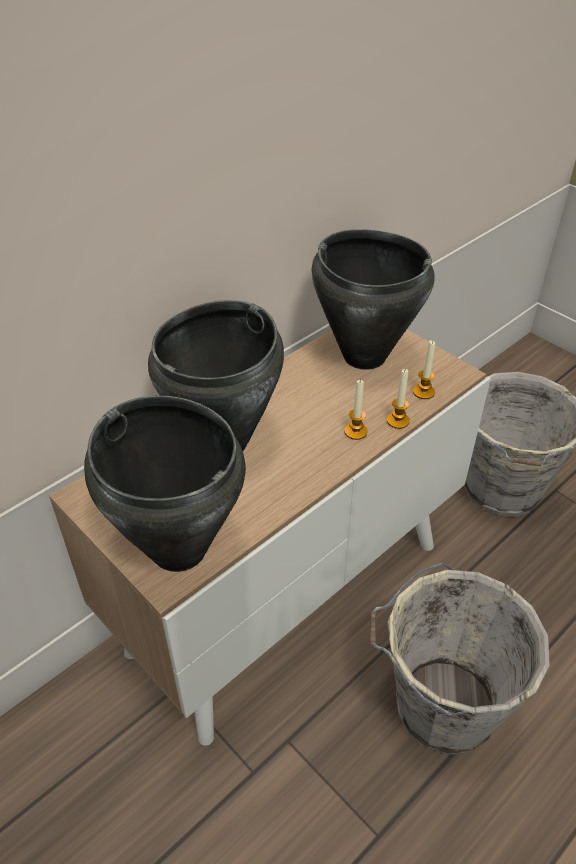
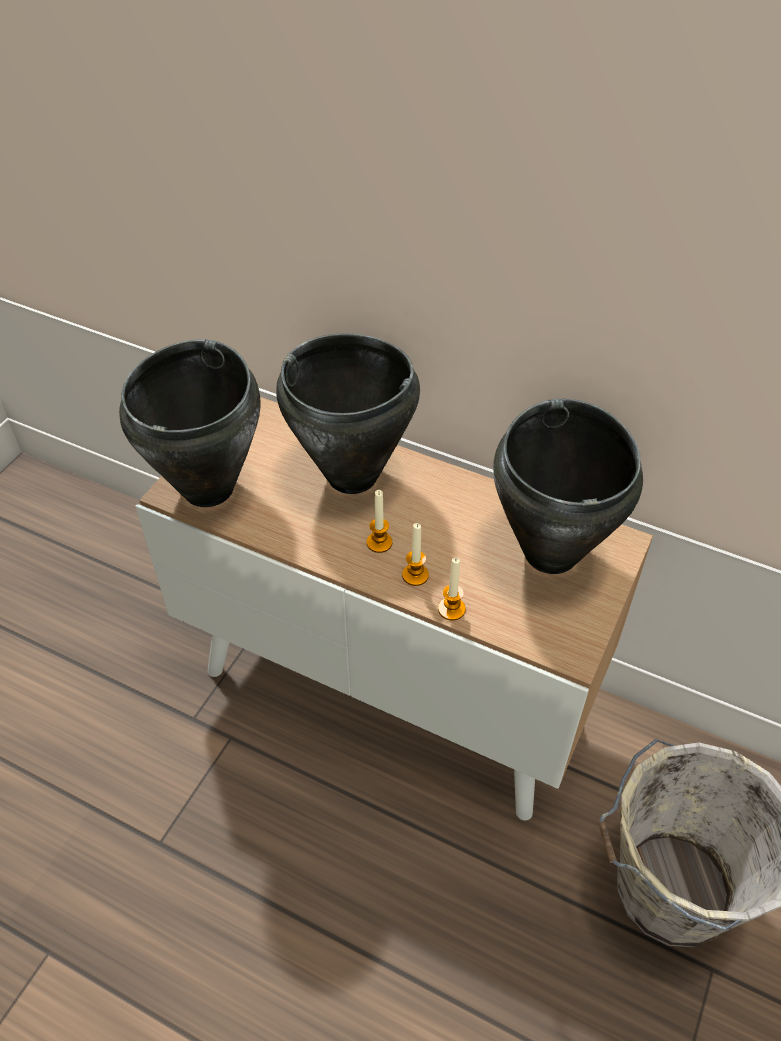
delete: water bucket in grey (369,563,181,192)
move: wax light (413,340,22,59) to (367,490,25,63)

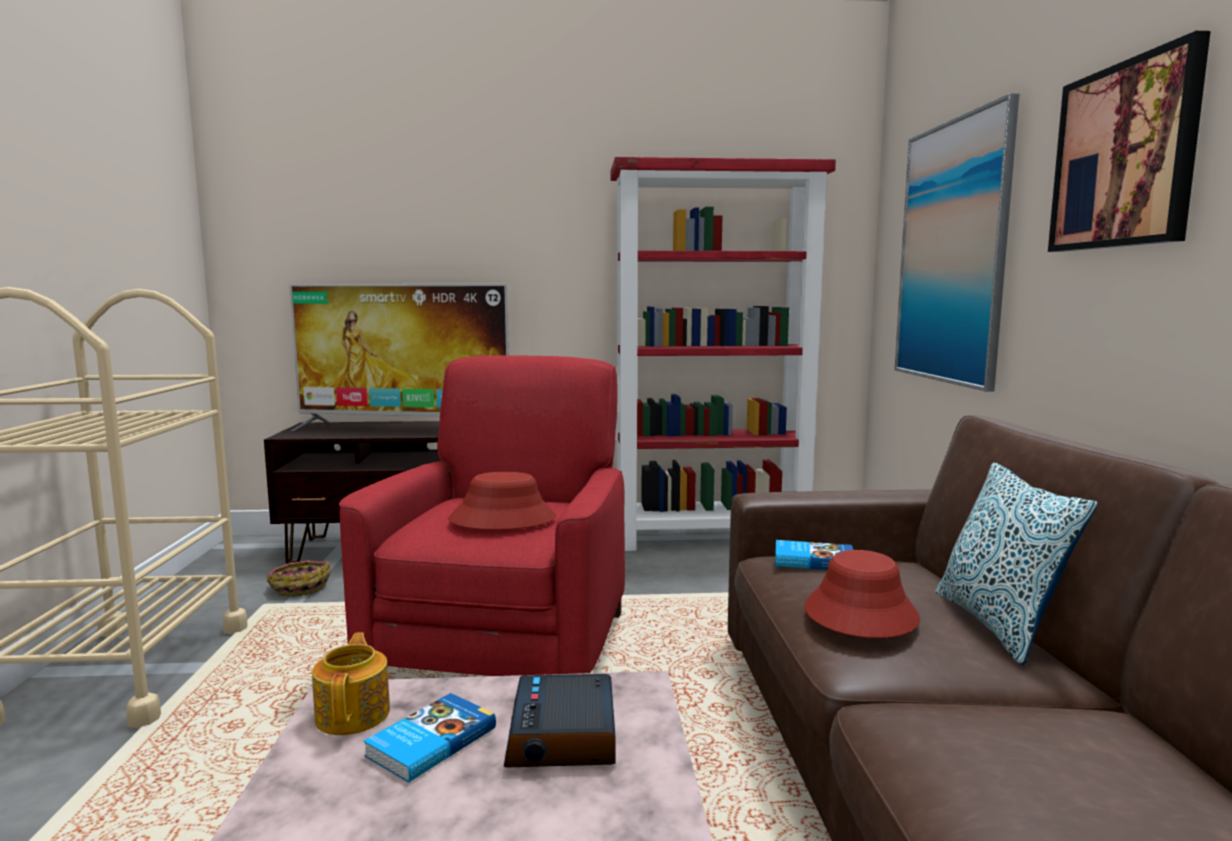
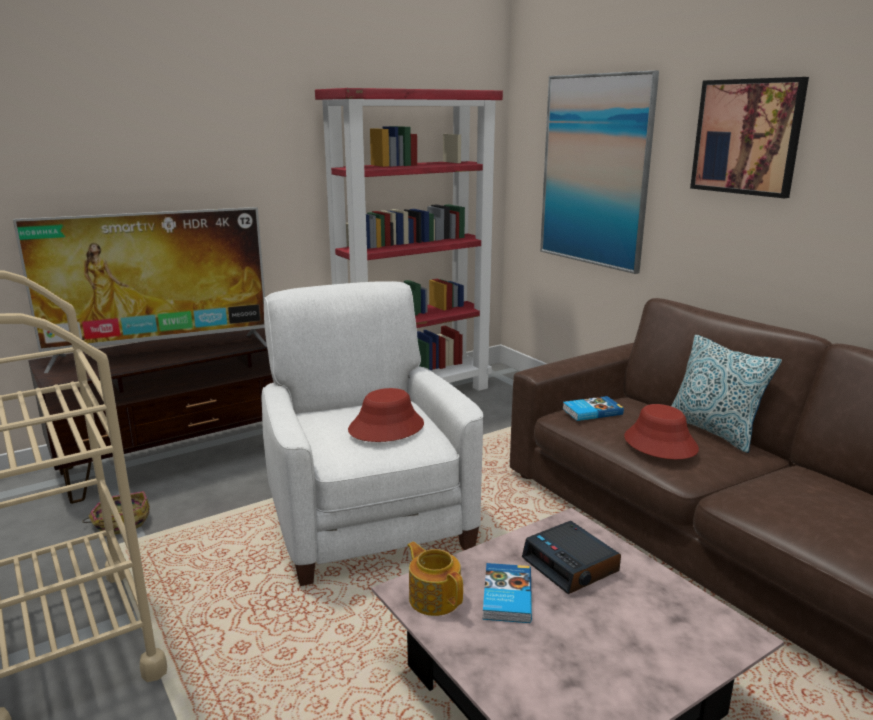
recolor: armchair in red-coloured (339,355,286,321) to armchair in white (262,281,221,305)

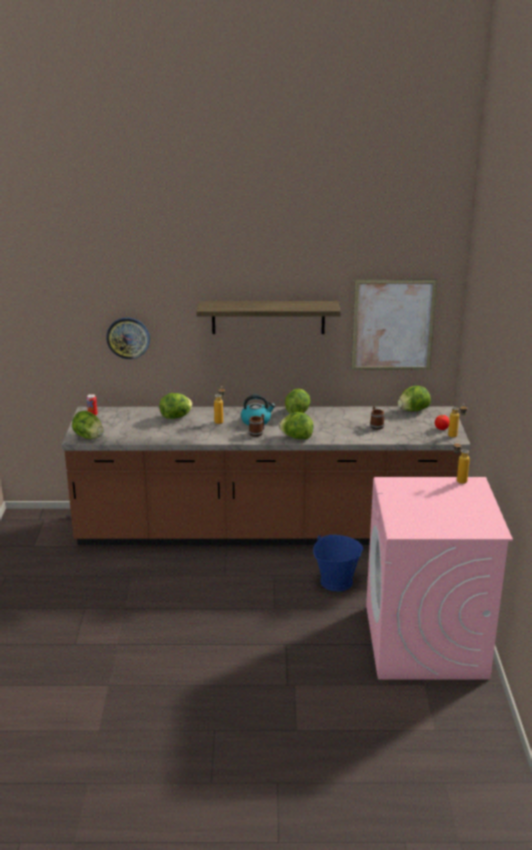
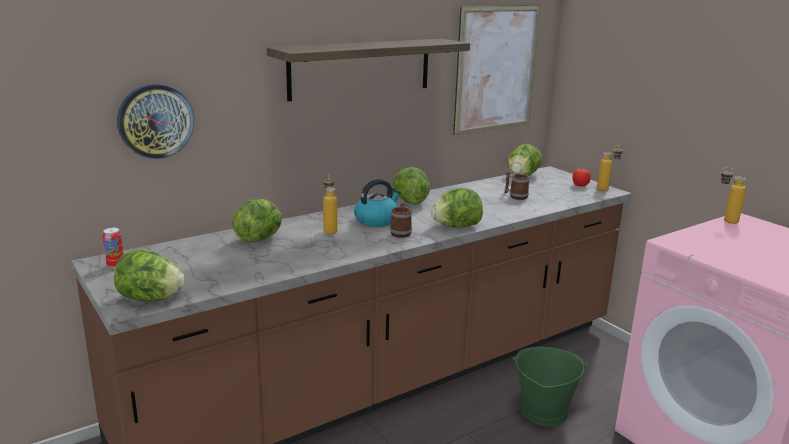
recolor: water bucket in blue (313,535,50,56) to water bucket in green-coloured (512,347,76,80)

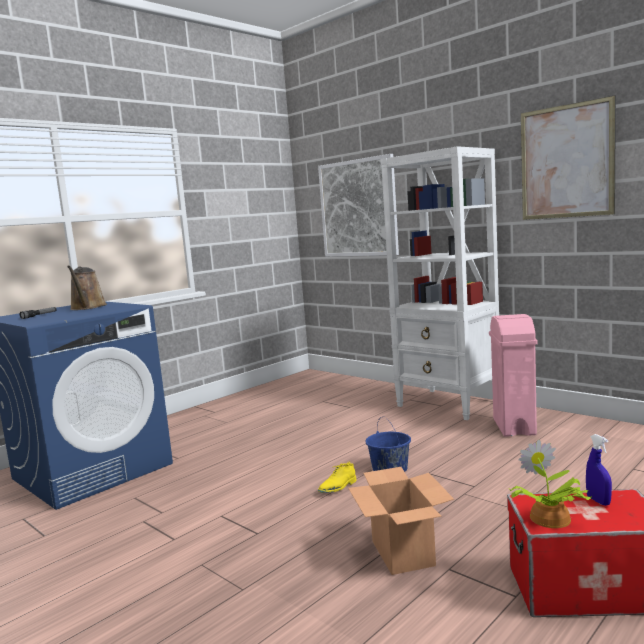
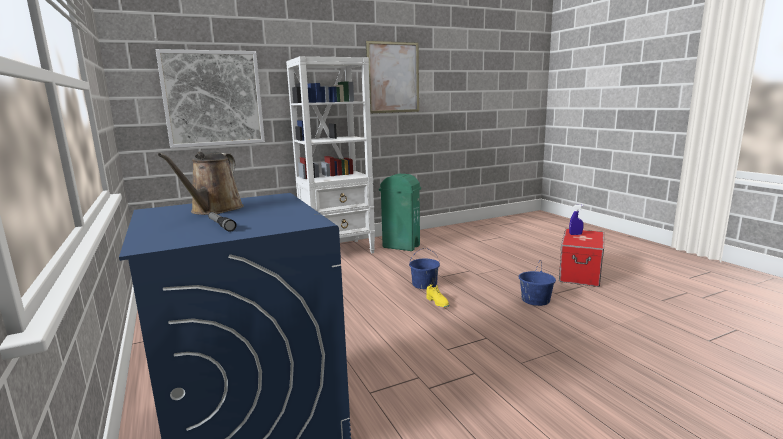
delete: potted plant (509,440,83,88)
replace: carton (348,467,106,108) to water bucket in blue (519,261,37,45)
recolor: trash can in pink-coloured (489,314,49,122) to trash can in green-coloured (379,174,42,77)
rotate: watering pot in brown-coloured (67,266,40,44) = (158,151,86,64) 90 degrees clockwise

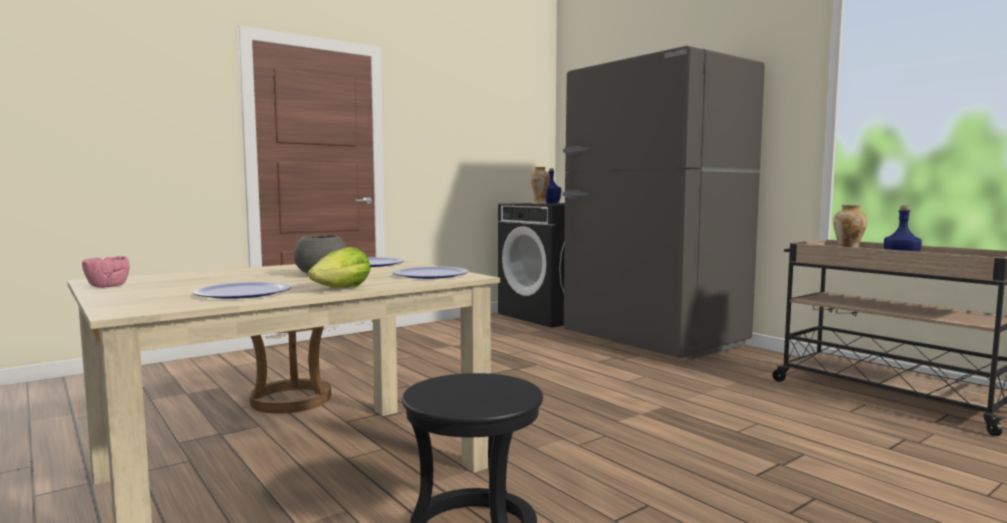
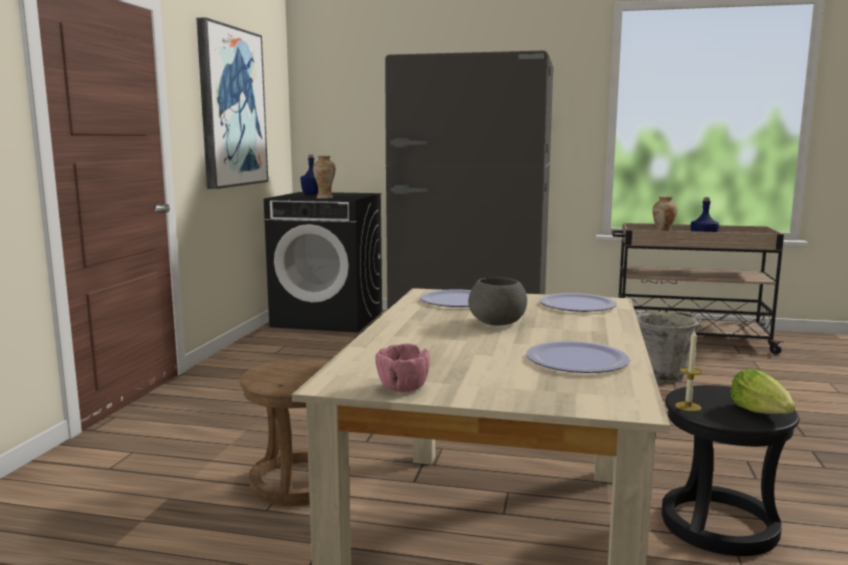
insert: wall picture (196,17,72,172); water bucket in grey (636,312,65,71); wax light (675,329,27,83)
move: lettuce (308,247,63,41) to (730,369,65,45)

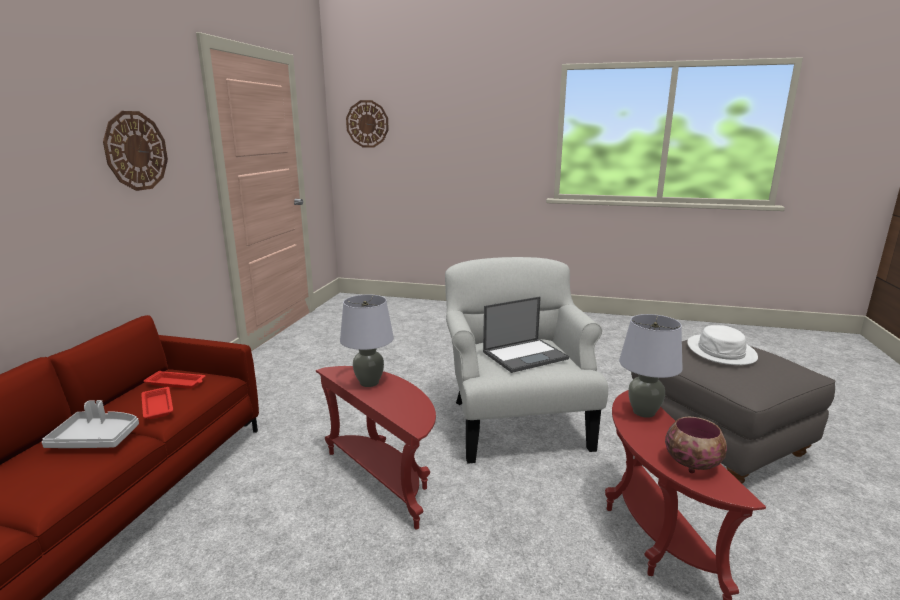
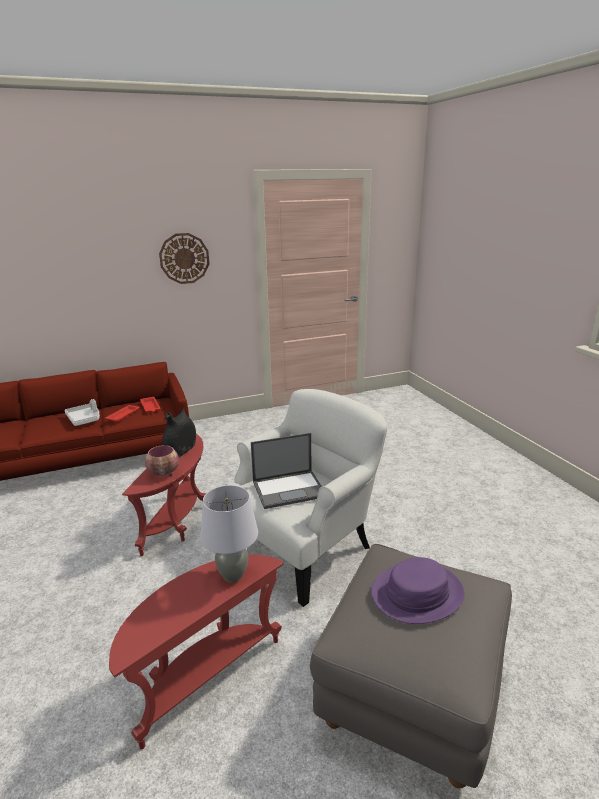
delete: clock on the wall (346,100,43,48)
move: bowl (665,417,62,56) to (145,445,34,31)
replace: lamp for a table in grey (340,294,54,93) to vase in black-coloured (162,407,34,50)
recolor: hat in white (687,325,71,40) to hat in purple-coloured (371,557,94,67)
rotate: laptop (483,296,86,77) = (251,433,71,76) 45 degrees counterclockwise

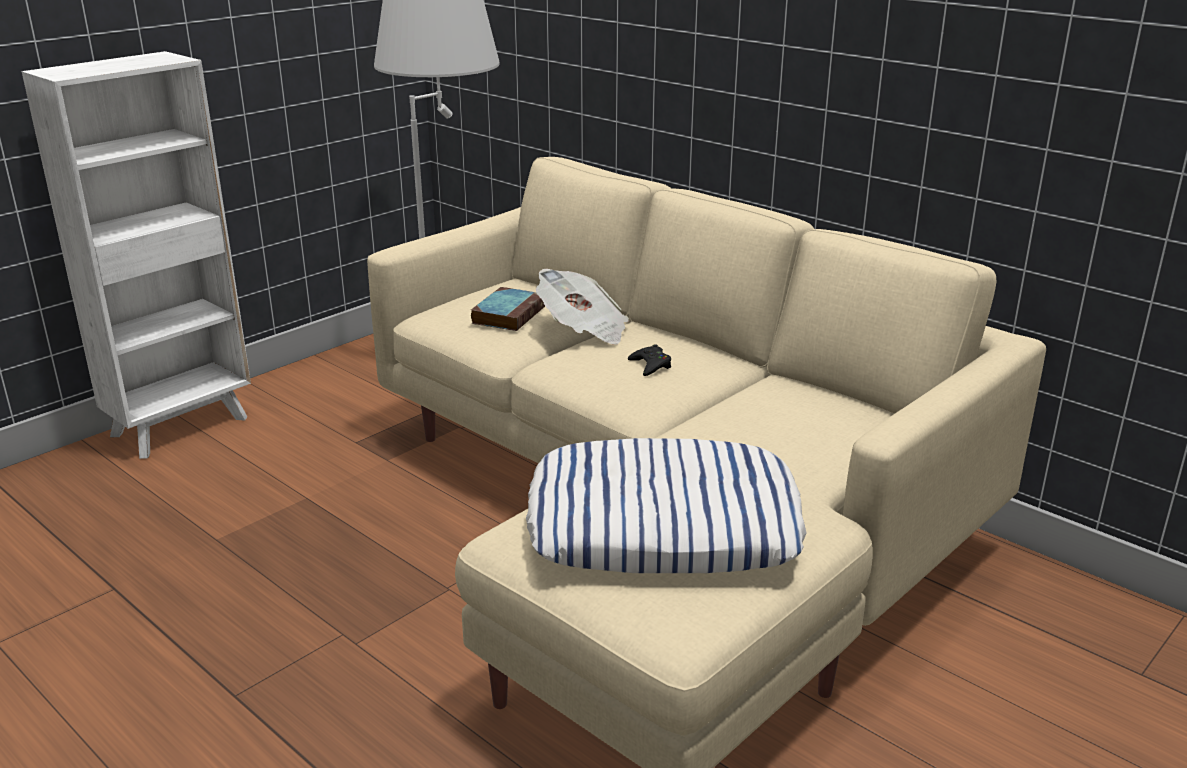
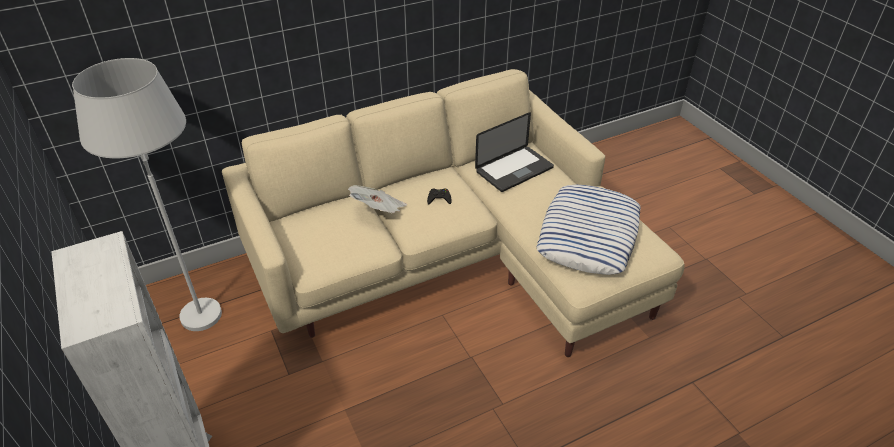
delete: book (471,287,74,44)
insert: laptop (475,112,79,80)

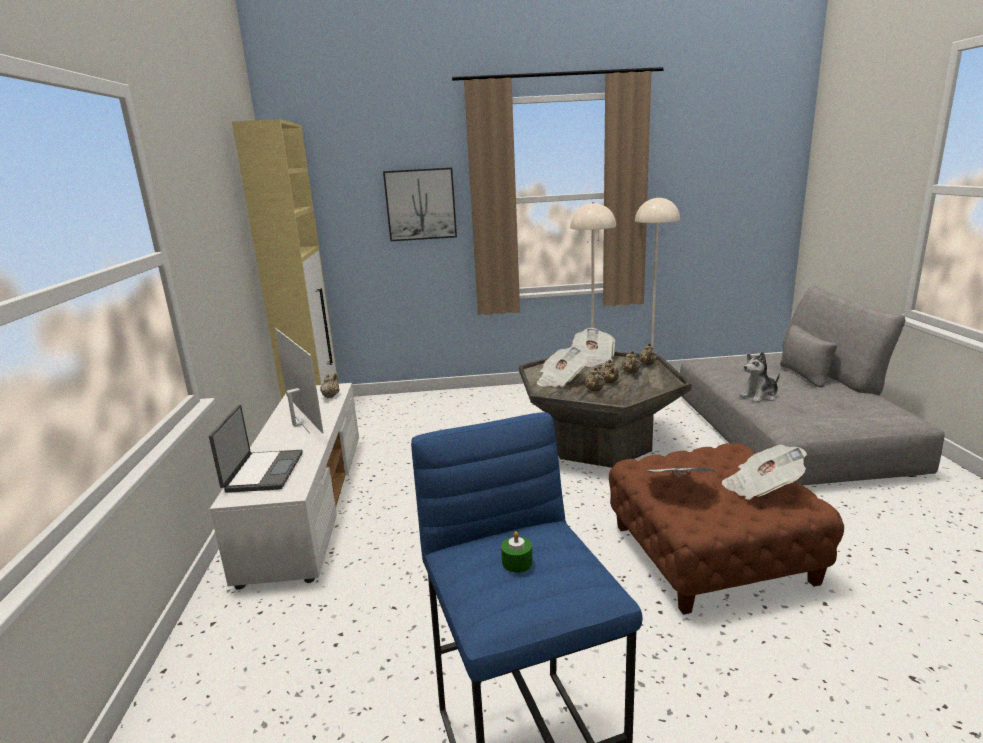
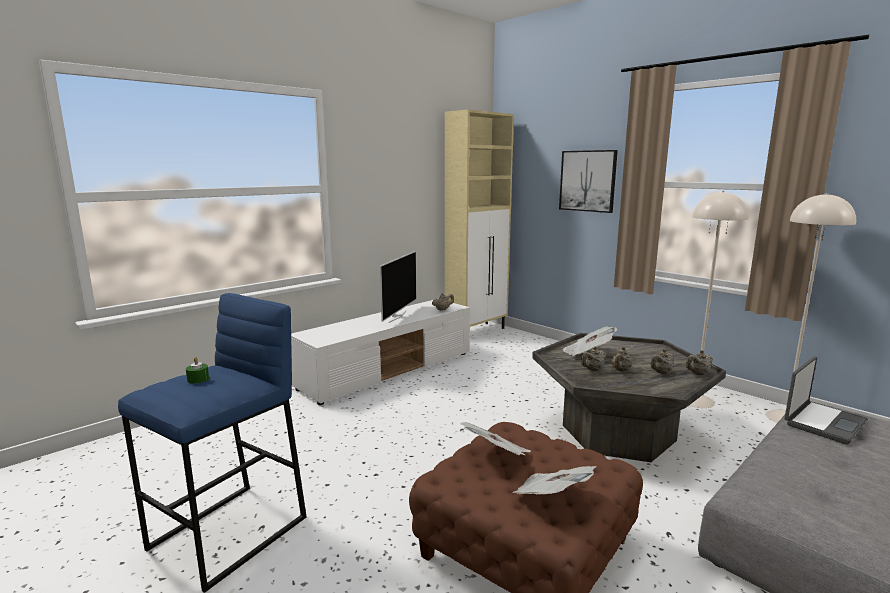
delete: newspaper (571,328,44,39); soft toy (739,352,41,51)
move: laptop (209,405,94,88) to (784,356,84,89)

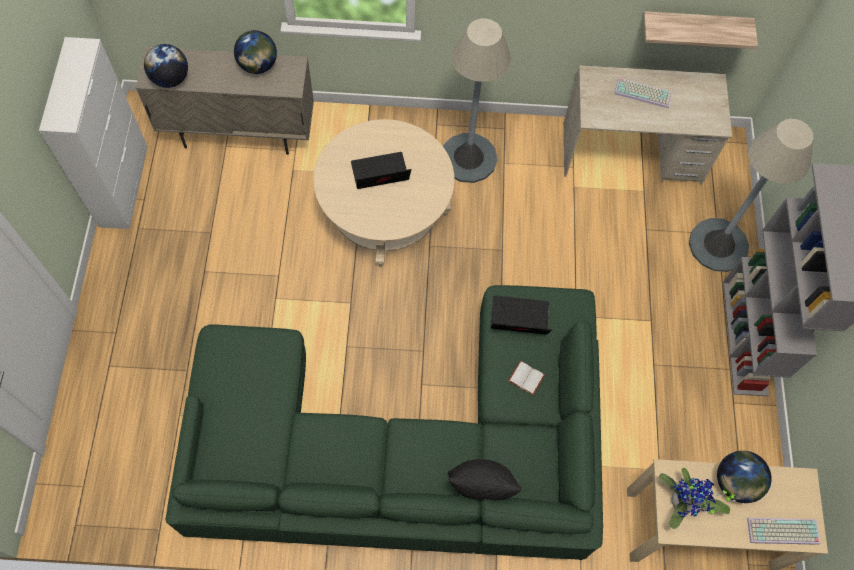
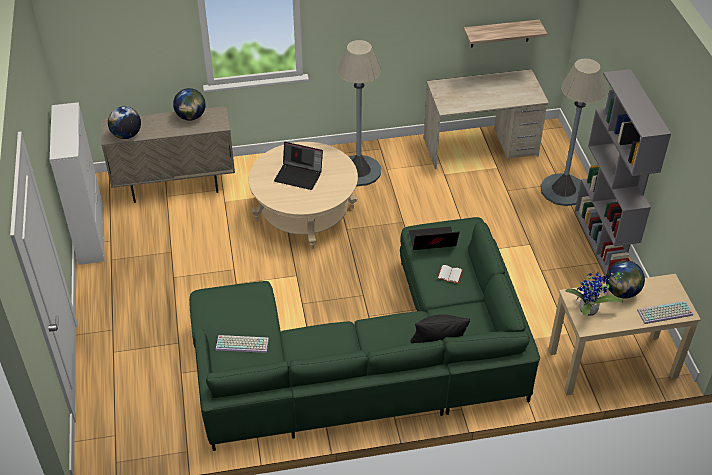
move: computer keyboard (614,78,59,30) to (216,335,53,18)
rotate: laptop (351,152,60,37) = (274,142,49,48) 135 degrees counterclockwise

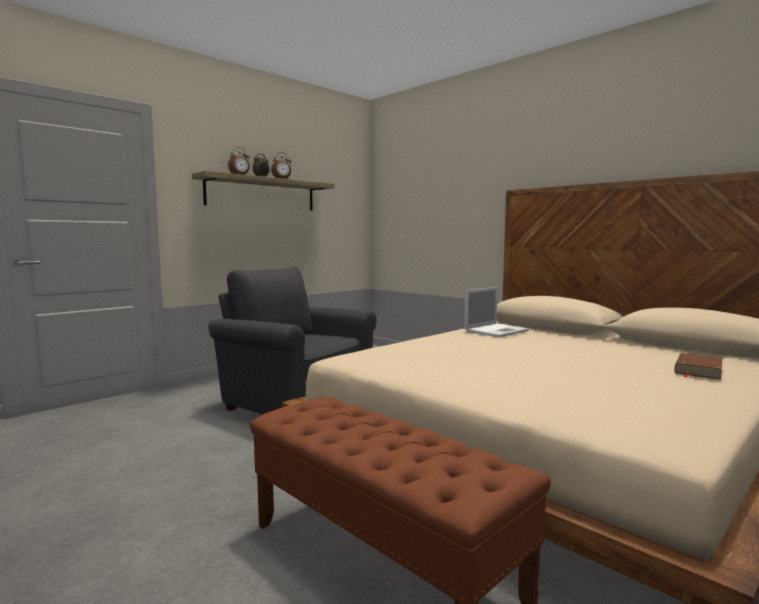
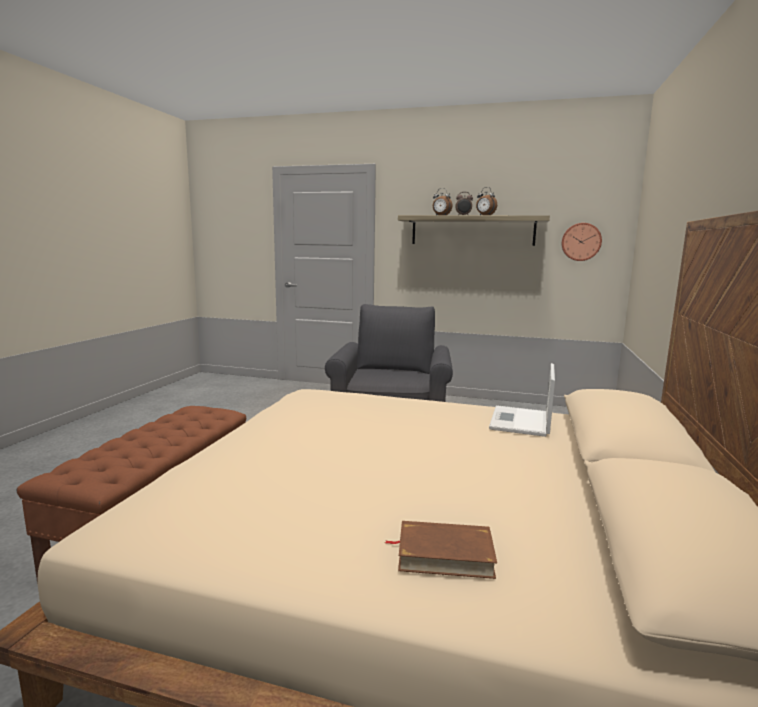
insert: clock on the wall (561,223,41,38)
rotate: laptop (464,287,65,50) = (489,363,66,74) 90 degrees clockwise

